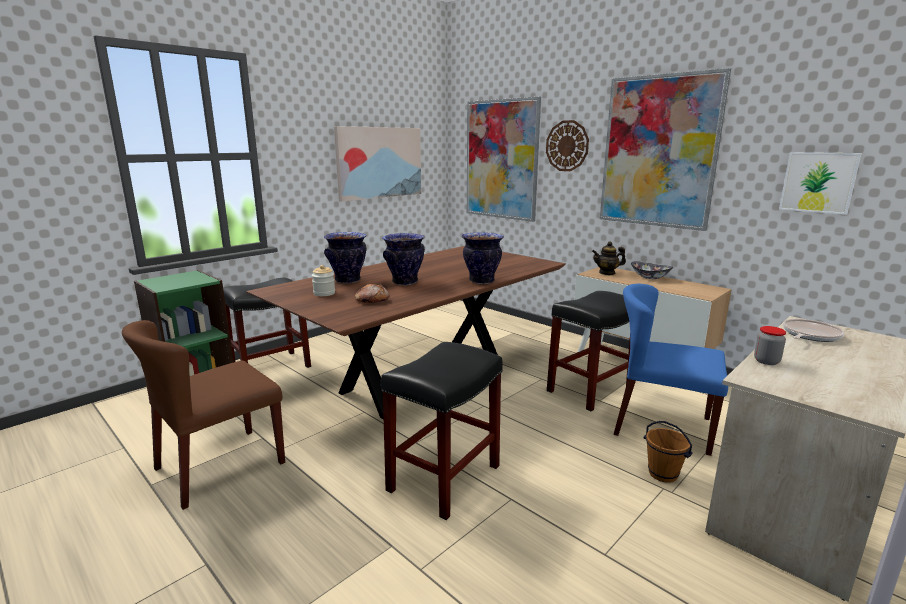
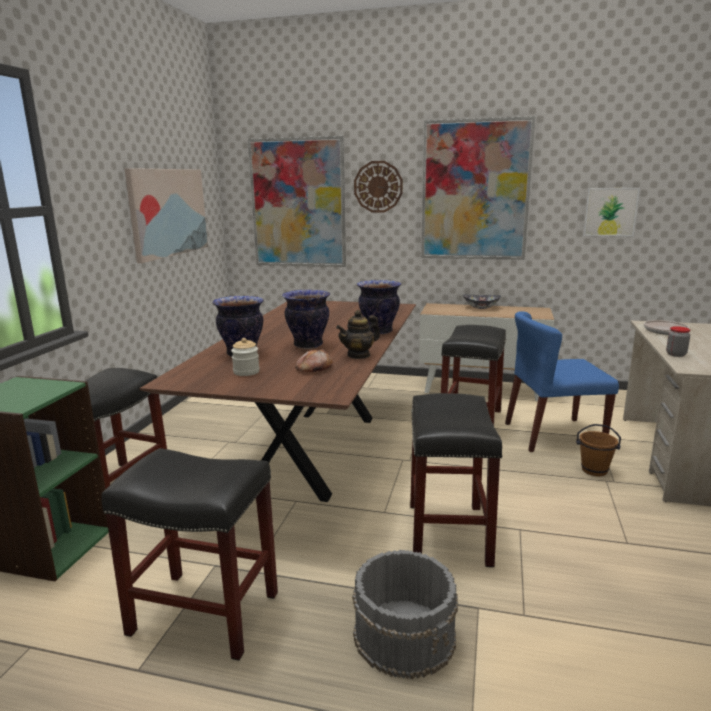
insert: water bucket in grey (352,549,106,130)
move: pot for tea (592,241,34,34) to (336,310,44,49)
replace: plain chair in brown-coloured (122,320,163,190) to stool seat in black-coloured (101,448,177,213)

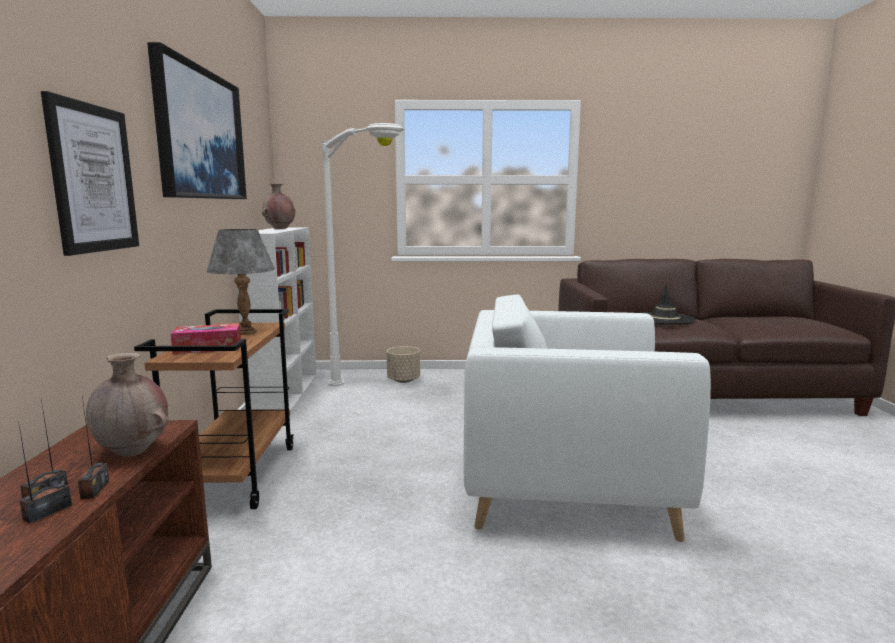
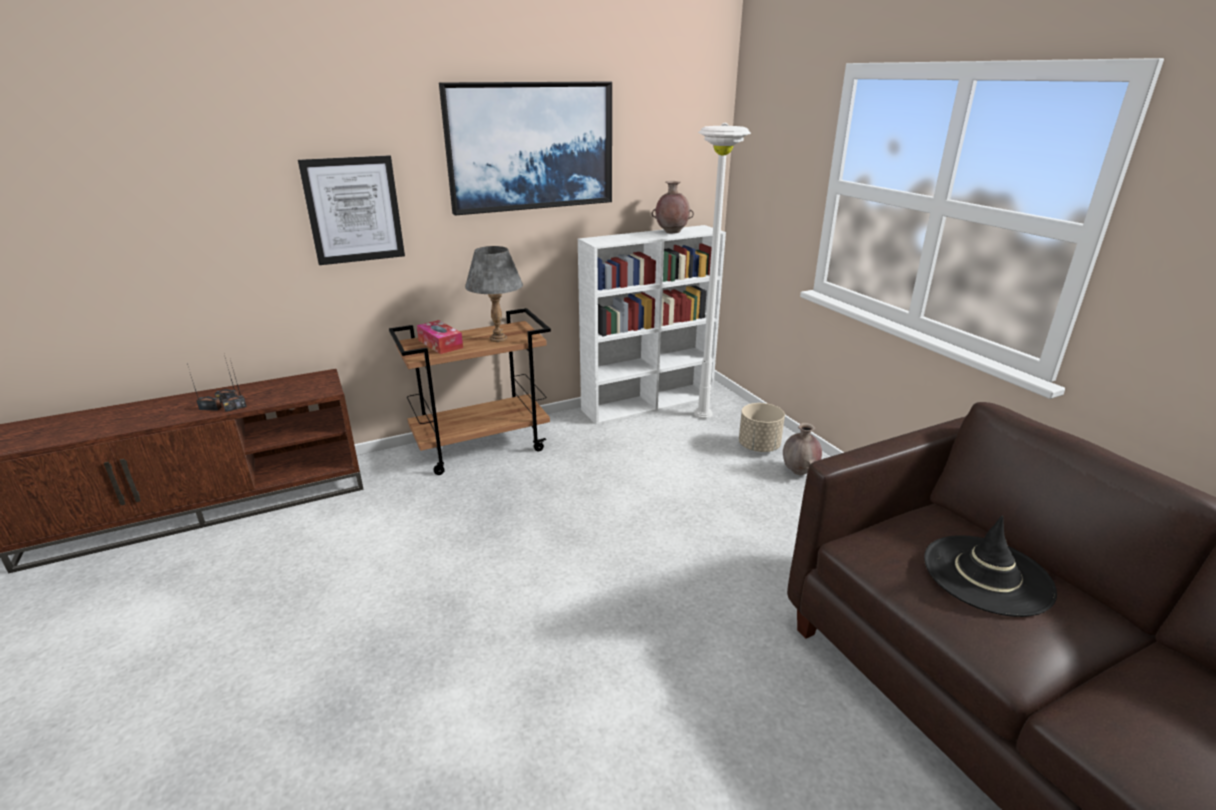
delete: armchair in white (463,295,248,247)
move: vase in brown-coloured (86,353,82,104) to (783,423,39,52)

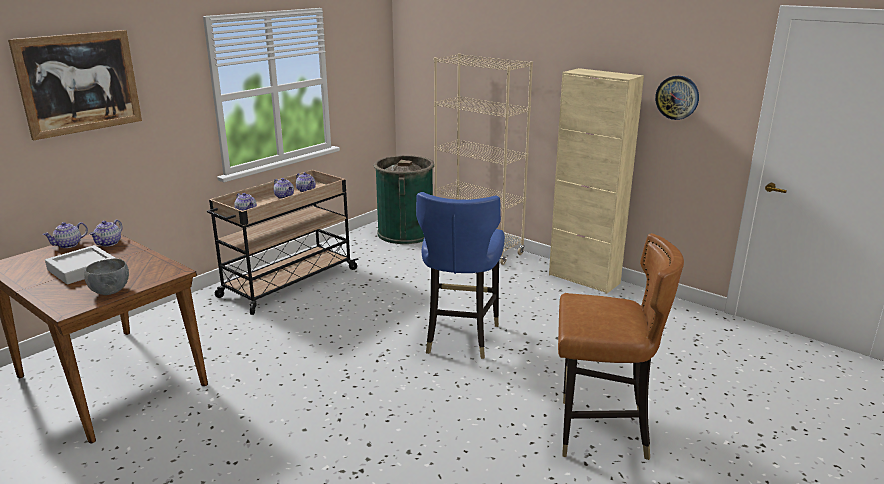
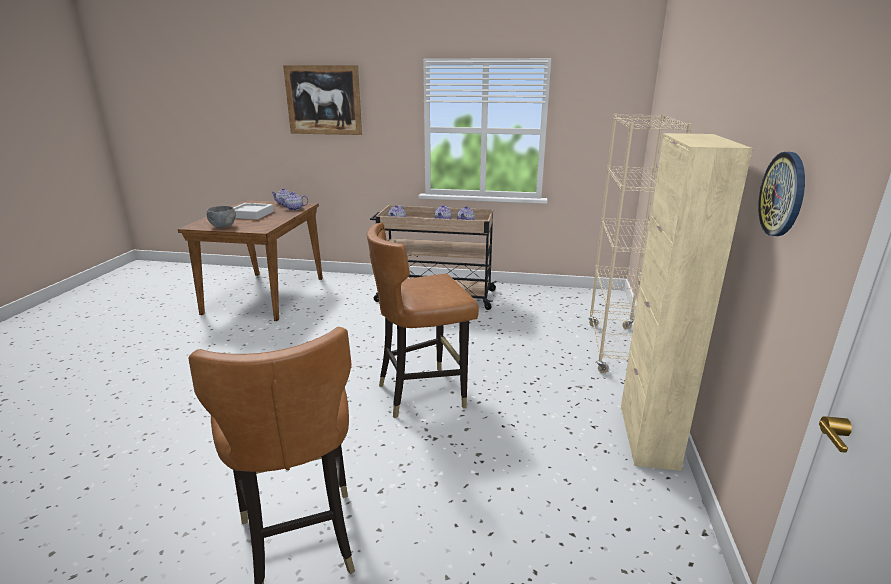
delete: trash can in green-coloured (373,155,62,89)
recolor: plain chair in blue (416,192,89,167) to plain chair in brown-coloured (367,223,112,195)

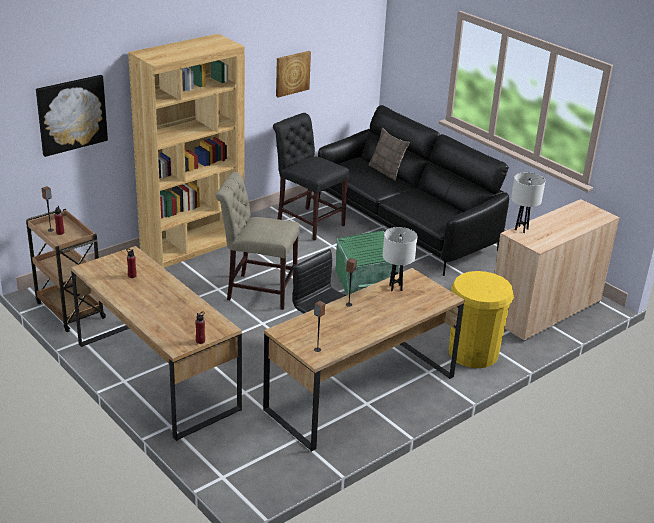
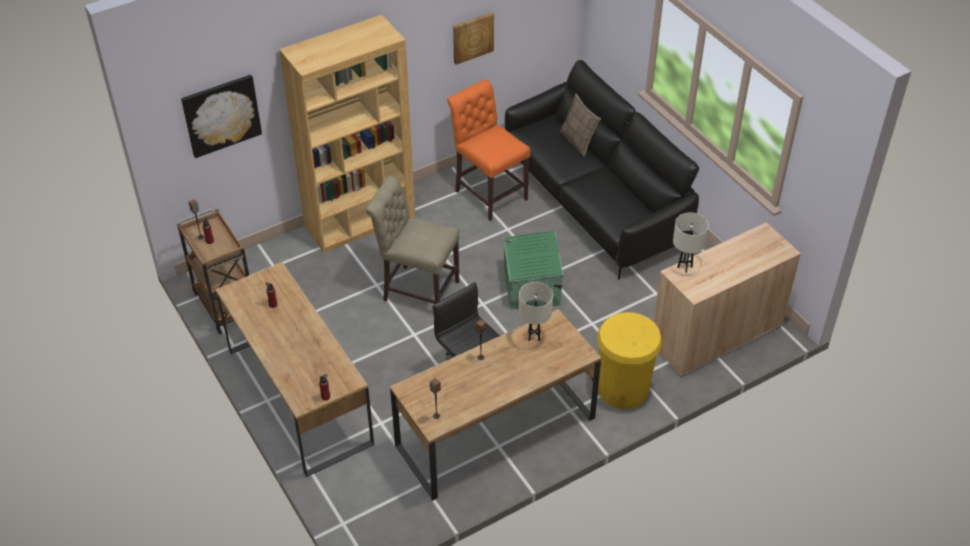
recolor: plain chair in black-coloured (273,113,76,128) to plain chair in orange (447,79,83,142)

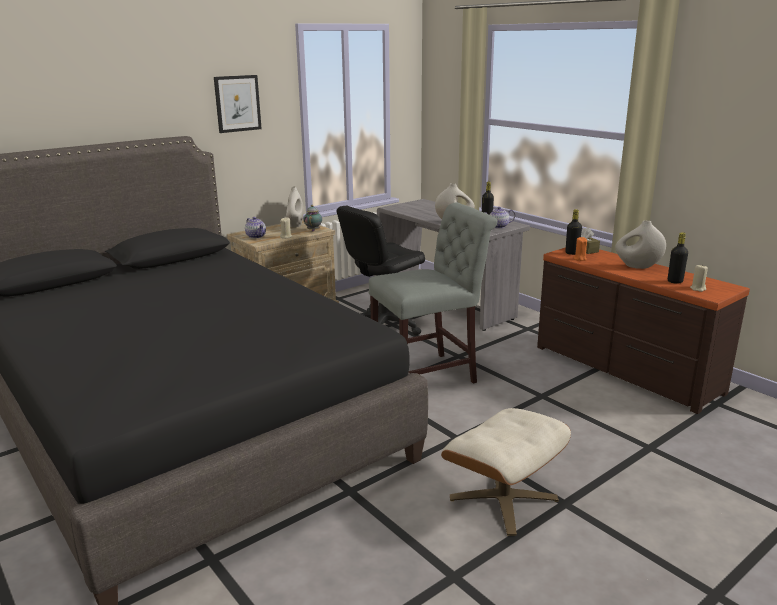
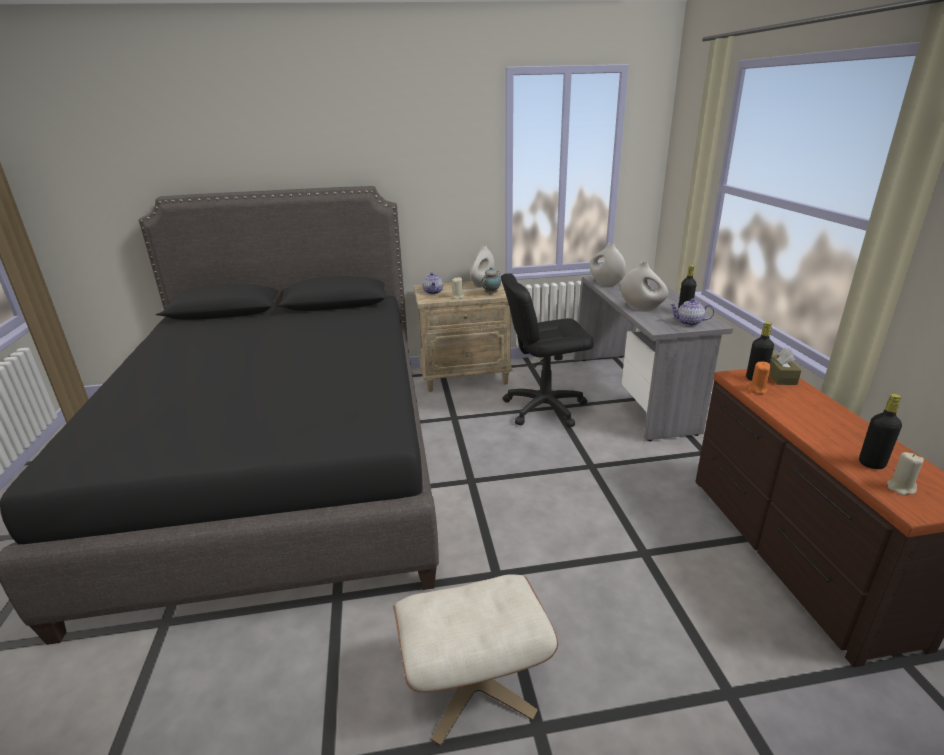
delete: wall picture (214,75,48,58); plain chair in grey (369,202,128,182)
move: vase in white (615,220,51,49) to (589,243,37,43)

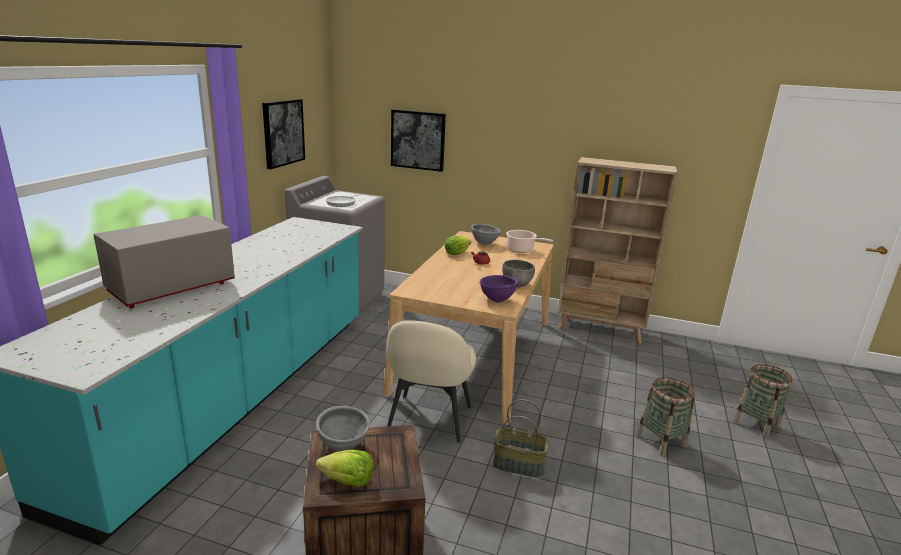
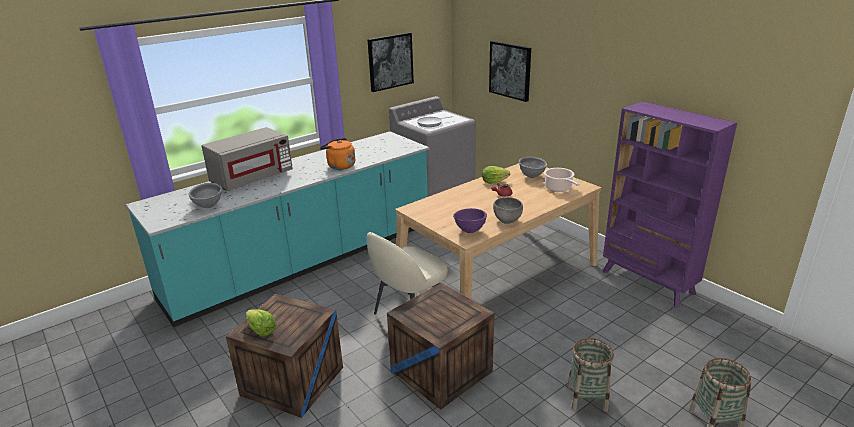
insert: kettle in orange (320,138,35,32)
move: bowl in grey (316,406,54,45) to (188,183,34,25)
replace: household basket (493,399,56,78) to packing crate (387,283,108,126)
recolor: shelving unit in sand-coloured (557,157,120,187) to shelving unit in purple-coloured (603,101,134,207)
rotate: kitchen microwave in grey (94,215,141,93) = (201,127,92,64) 150 degrees clockwise

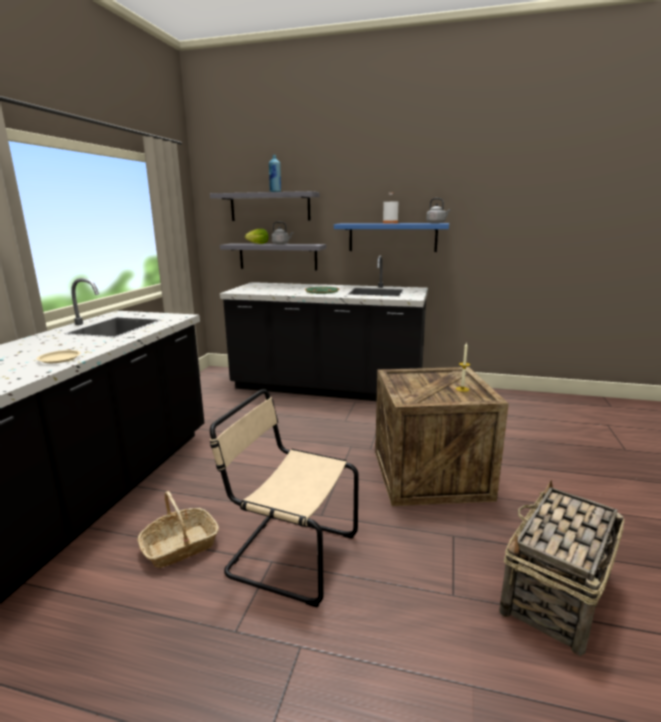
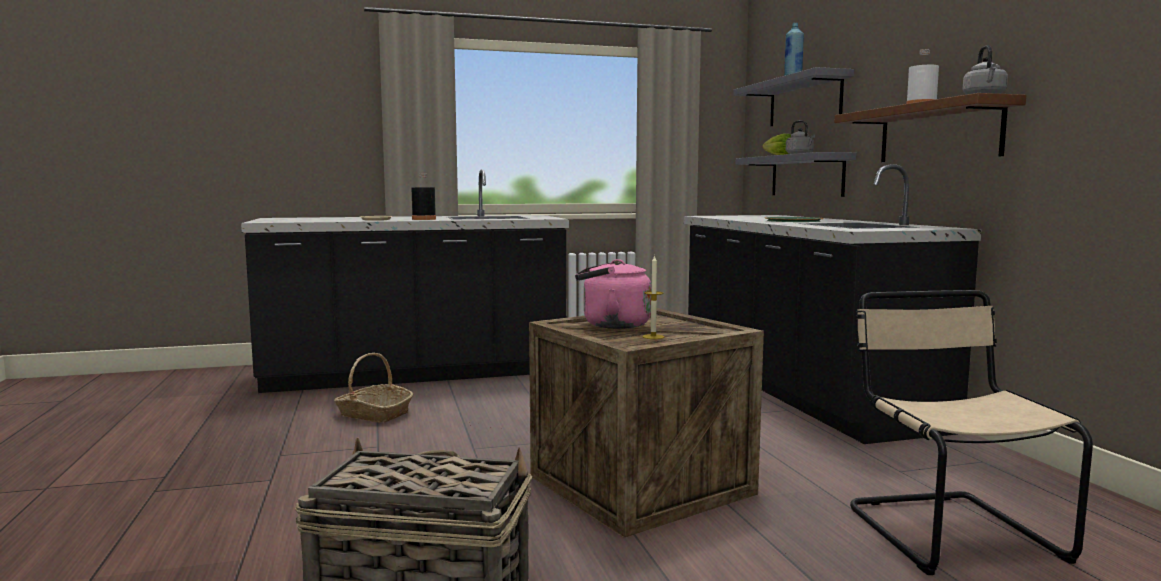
insert: drink bottle in black-coloured (411,173,25,47); kettle in pink-coloured (575,259,77,70)
move: plain chair in sand-coloured (210,390,149,217) to (850,290,243,285)
recolor: shelf in blue (334,223,115,29) to shelf in brown-coloured (834,93,192,69)

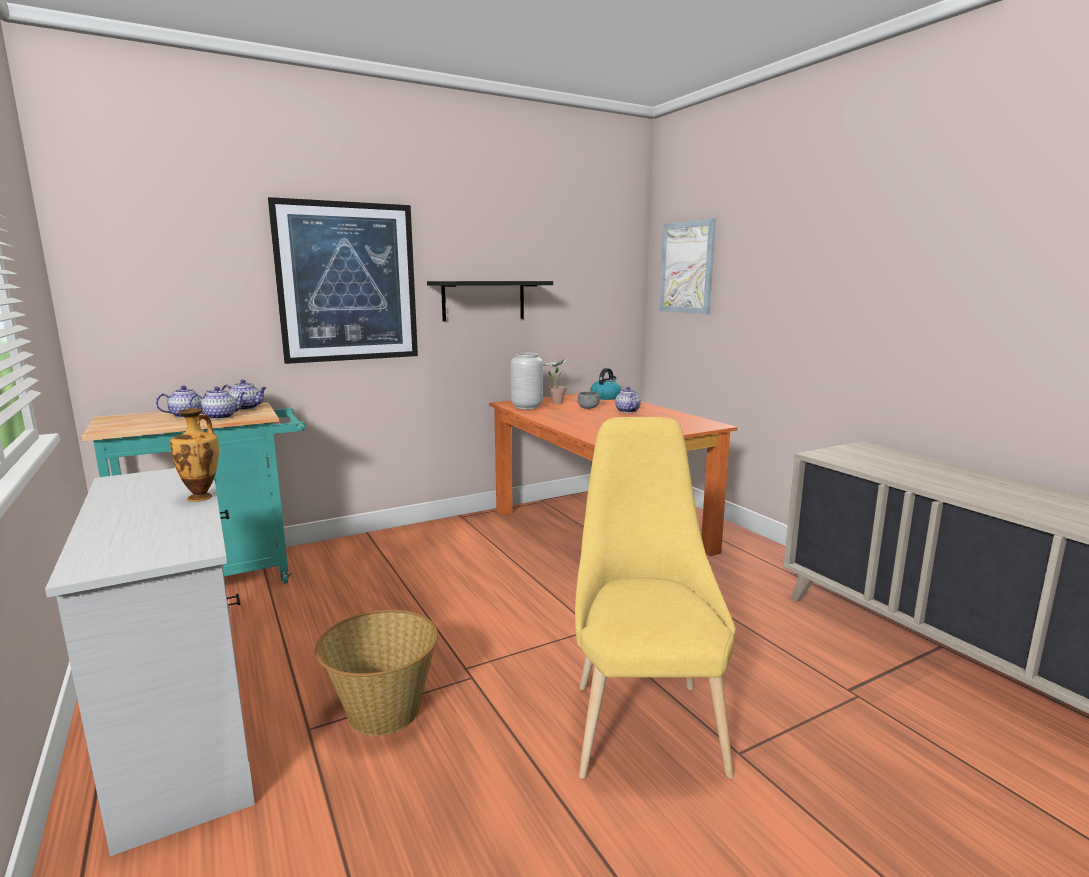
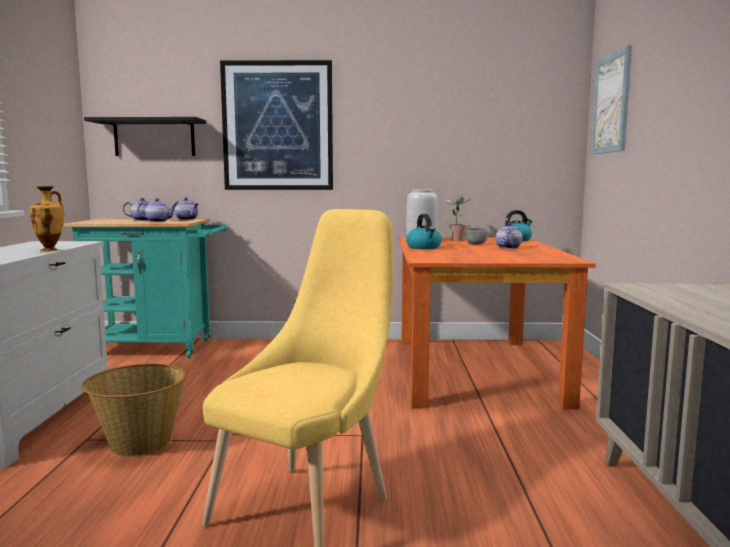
insert: kettle (406,214,36,35)
move: shelf in black-coloured (427,281,126,40) to (84,117,123,39)

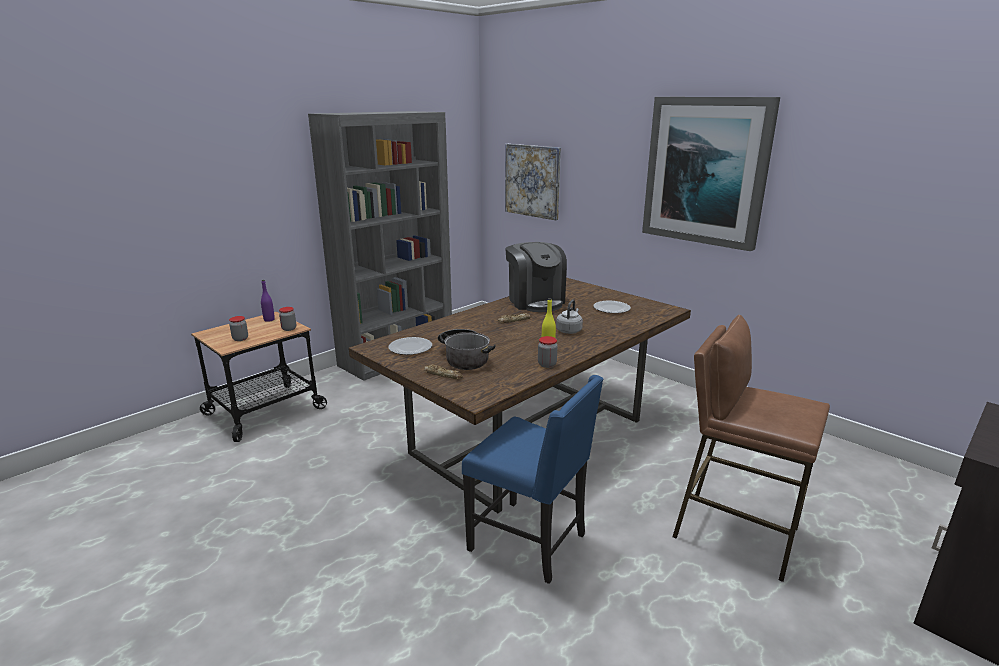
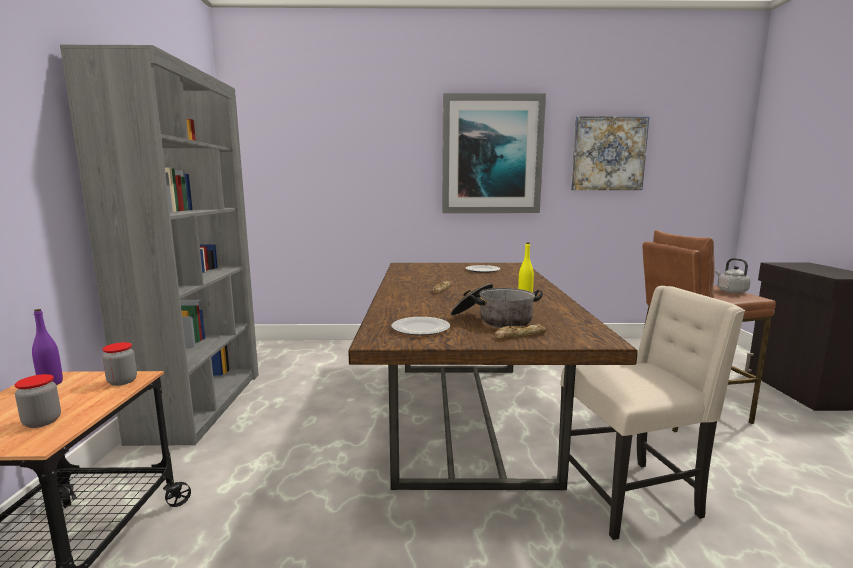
delete: coffee maker (505,242,62,70); jar (538,336,20,32)
move: wall picture (505,144,56,76) to (571,116,78,74); kettle in grey (556,300,27,34) to (715,258,36,35)
recolor: plain chair in blue (462,375,141,209) to plain chair in sand-coloured (558,286,187,254)

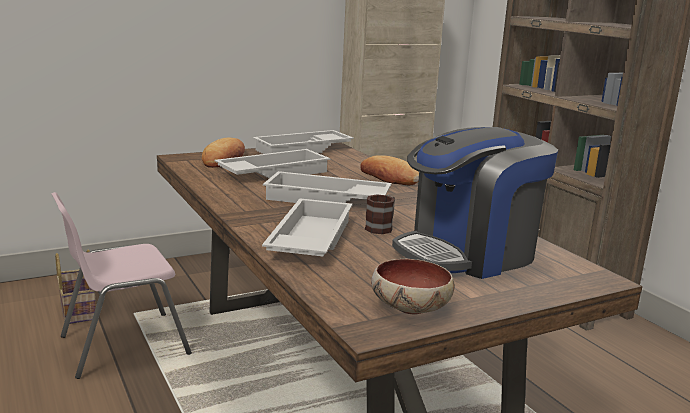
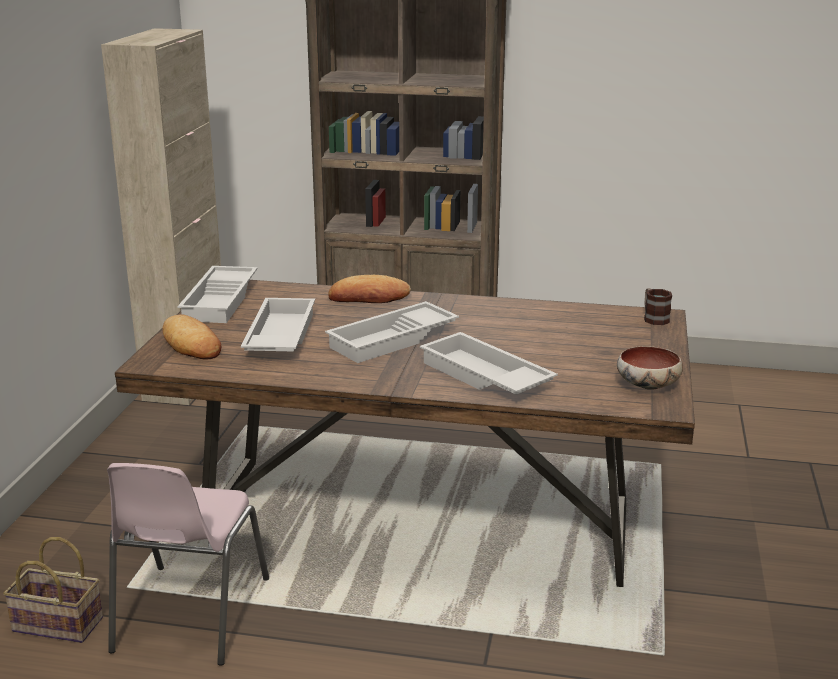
delete: coffee maker (392,127,166,152)
move: tea mug (365,194,30,40) to (644,288,28,37)

